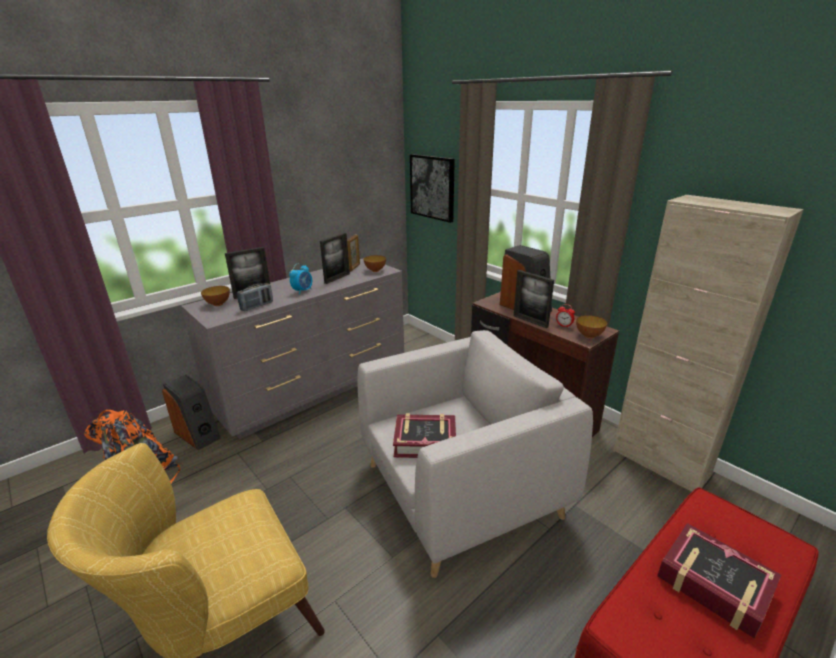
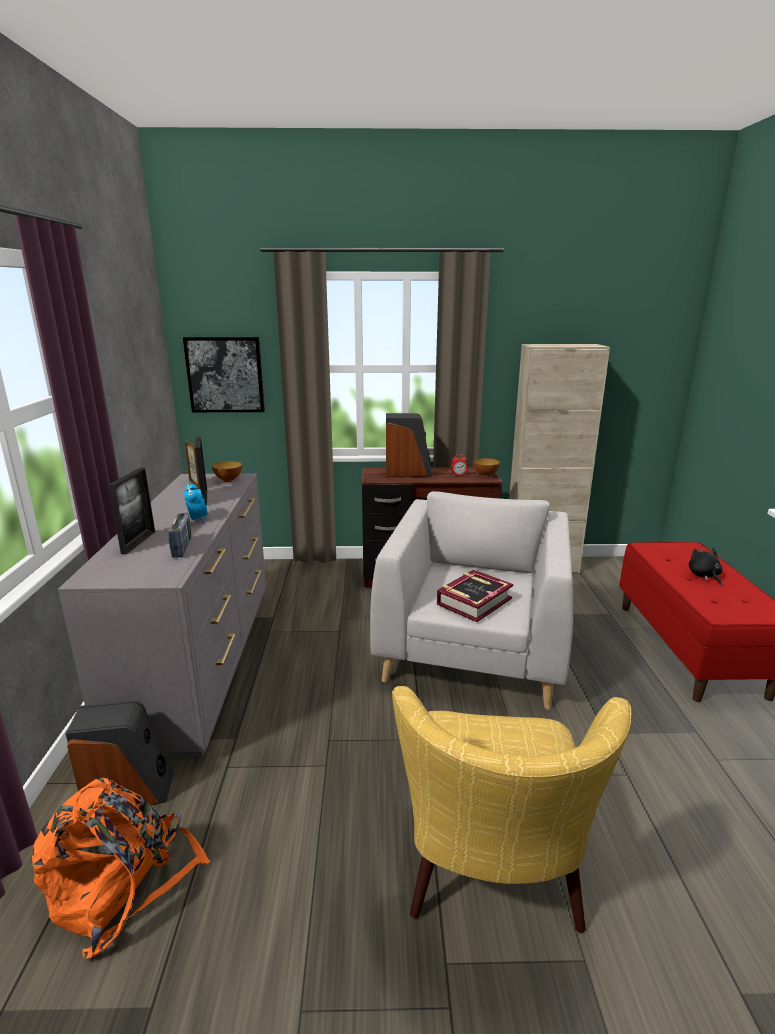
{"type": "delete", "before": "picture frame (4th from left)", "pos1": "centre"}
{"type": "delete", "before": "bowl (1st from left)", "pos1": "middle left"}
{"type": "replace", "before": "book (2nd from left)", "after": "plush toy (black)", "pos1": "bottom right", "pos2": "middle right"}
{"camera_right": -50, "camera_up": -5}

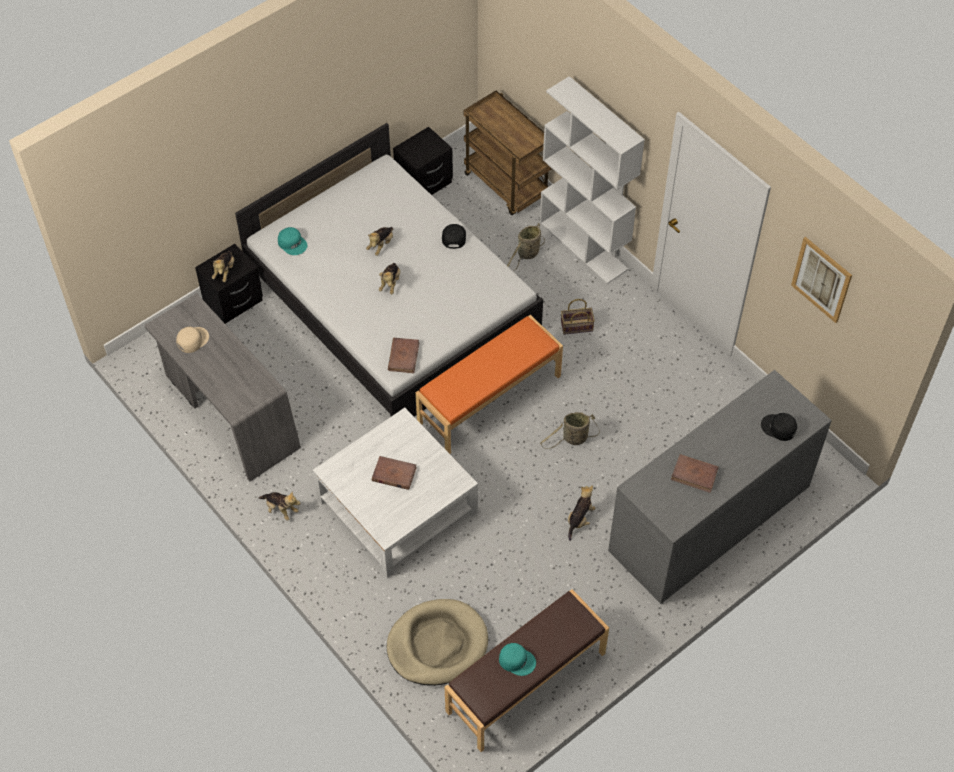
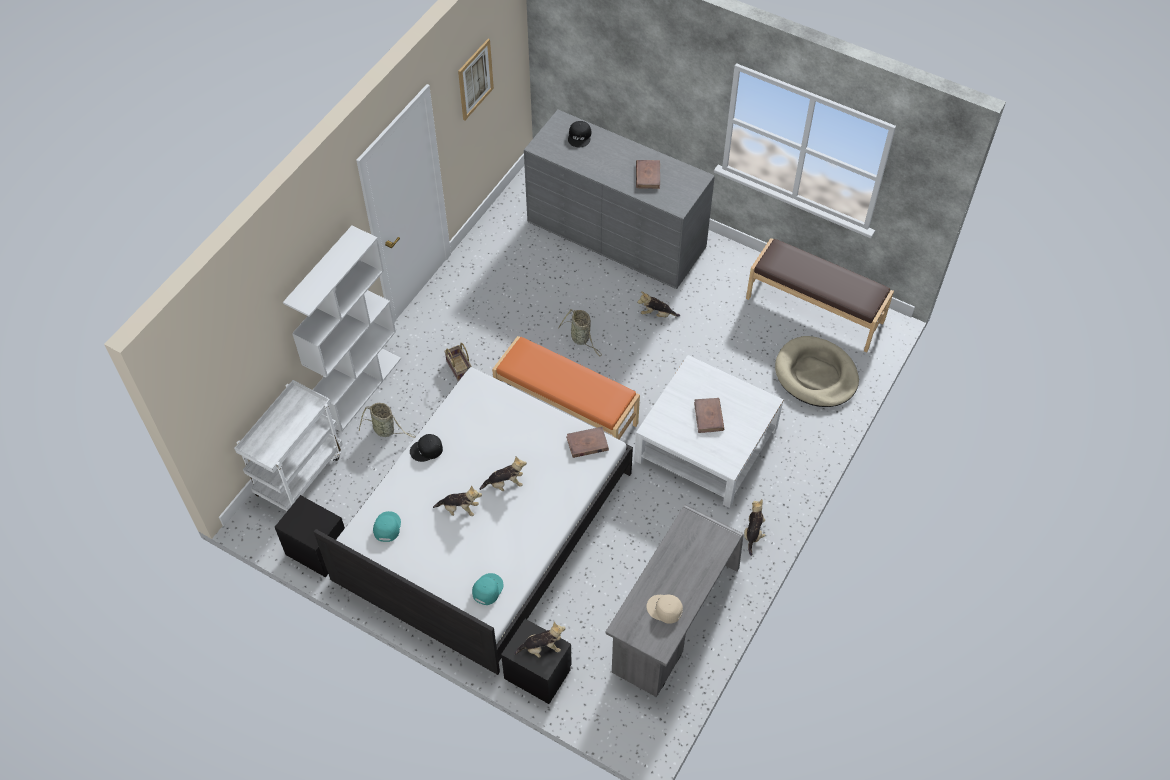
{"type": "recolor", "before": "cart (brown)", "after": "cart (white)", "pos1": "top centre", "pos2": "middle left"}
{"type": "move", "before": "cap (turquoise) (2nd from left in the first image)", "after": "cap (turquoise) (1st from left)", "pos1": "bottom centre", "pos2": "bottom left"}
{"camera_right": -110, "camera_up": 0}

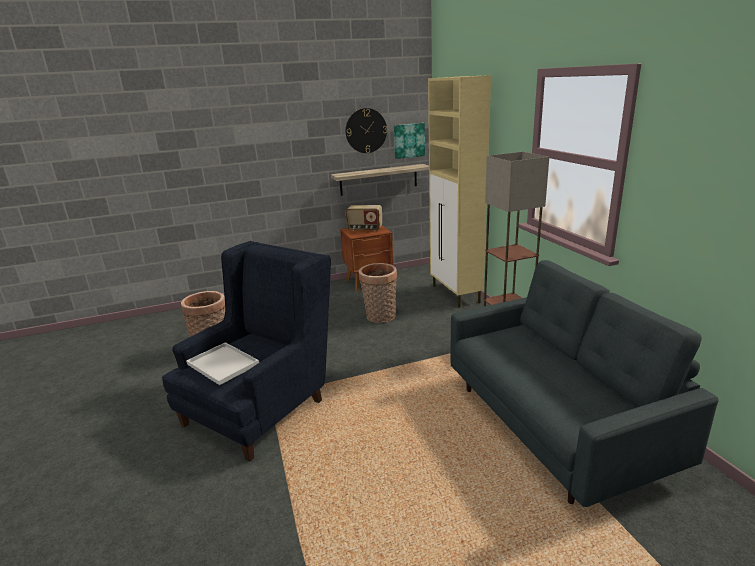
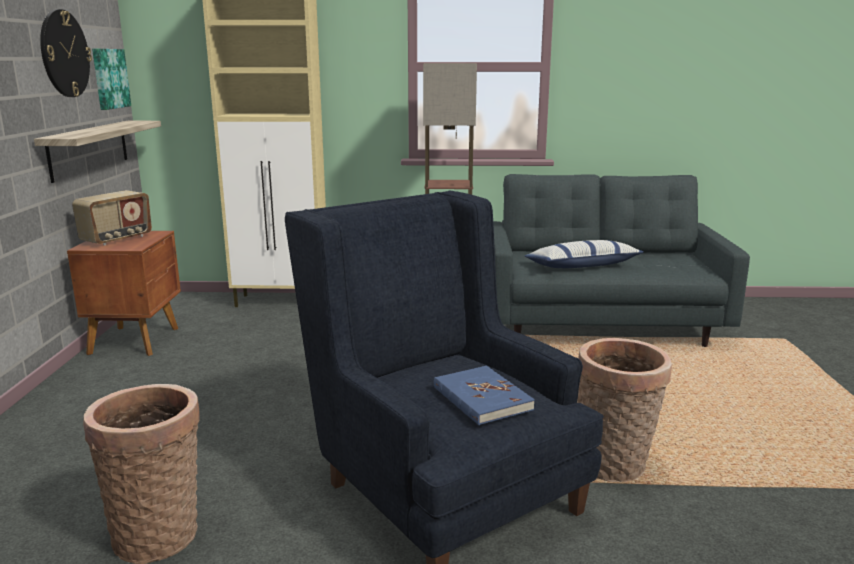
{"type": "move", "before": "basket (2nd from left)", "pos1": "centre", "pos2": "bottom right"}
{"type": "replace", "before": "tray (white)", "after": "book (blue)", "pos1": "middle left", "pos2": "bottom centre"}
{"type": "insert", "after": "pillow", "pos2": "middle right"}
{"camera_right": -70, "camera_up": -5}

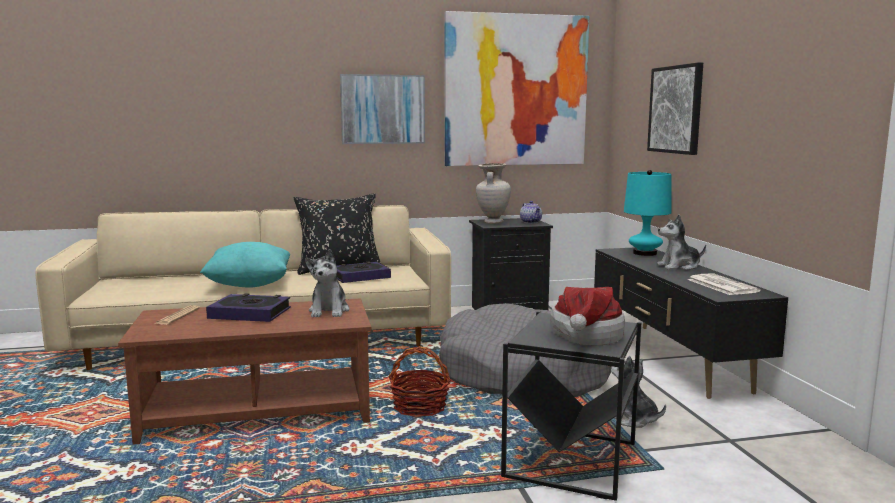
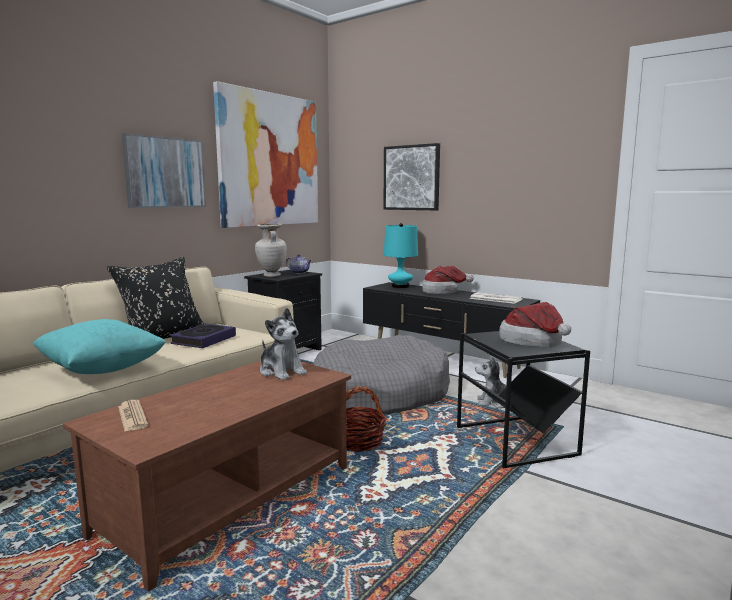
{"type": "replace", "before": "plush toy (3rd from left)", "after": "hat (1st from left)", "pos1": "middle right", "pos2": "centre"}
{"type": "delete", "before": "book (1st from left)", "pos1": "middle left"}
{"camera_right": -40, "camera_up": 0}

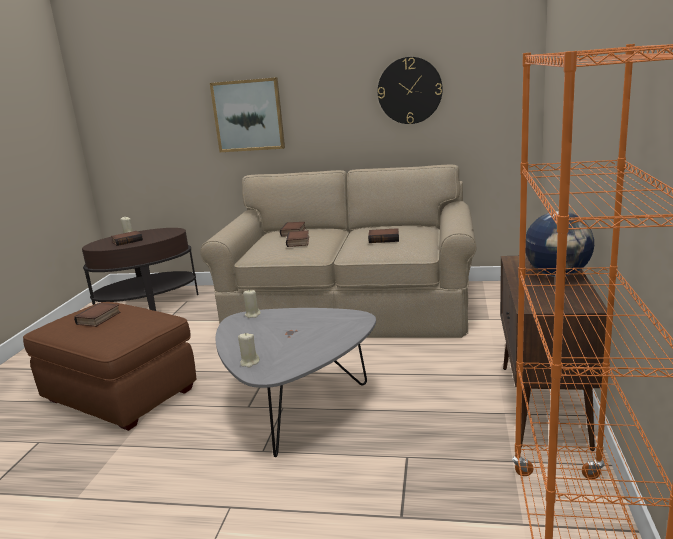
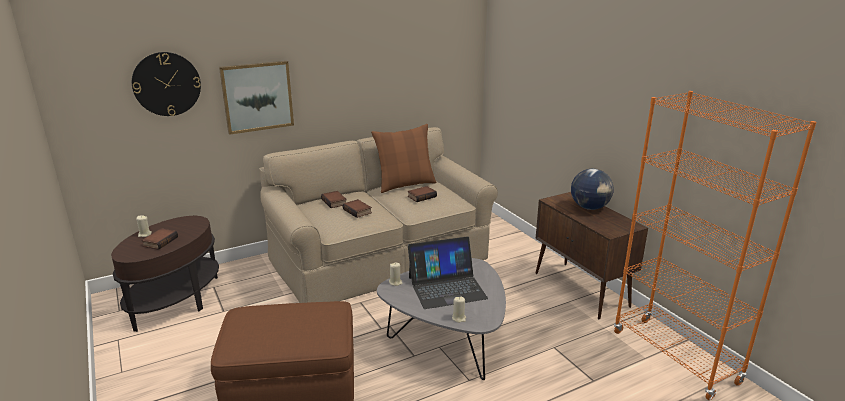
{"type": "move", "before": "wall clock", "pos1": "top centre", "pos2": "top left"}
{"type": "delete", "before": "book (1st from left)", "pos1": "middle left"}
{"type": "insert", "after": "pillow (brown)", "pos2": "centre"}
{"type": "insert", "after": "laptop", "pos2": "bottom centre"}
{"camera_right": -40, "camera_up": 5}

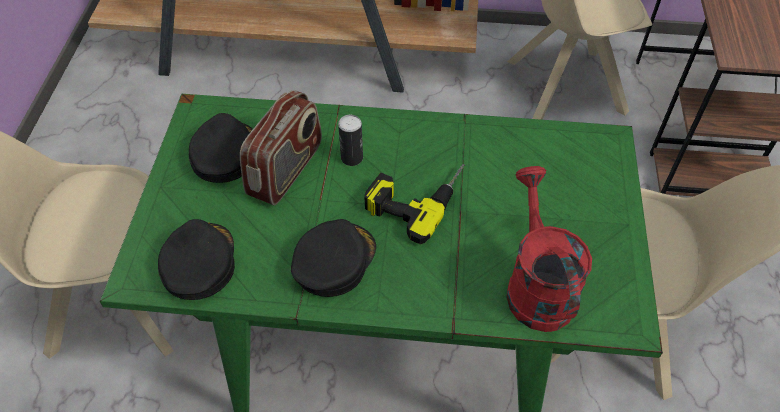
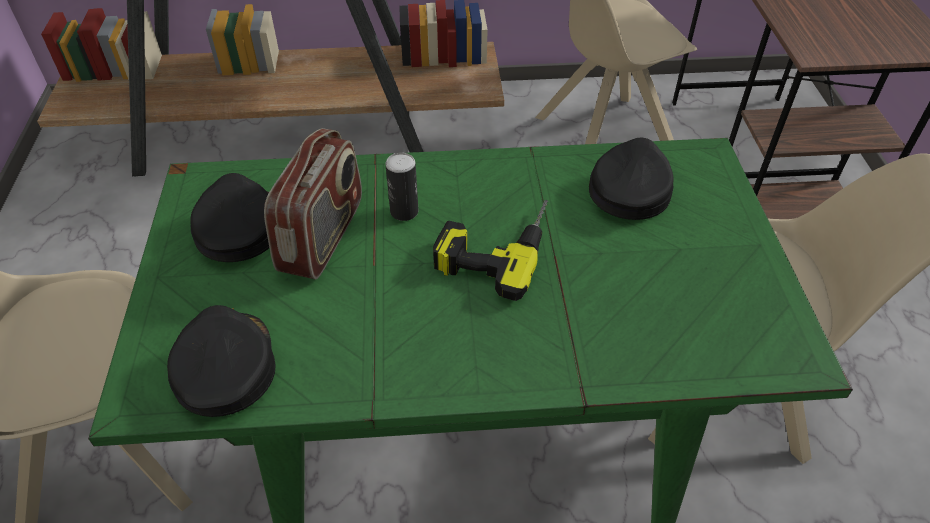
{"type": "delete", "before": "watering can (red)", "pos1": "middle right"}
{"type": "move", "before": "cap (black) (3rd from left)", "pos1": "centre", "pos2": "middle right"}
{"camera_right": -10, "camera_up": -5}

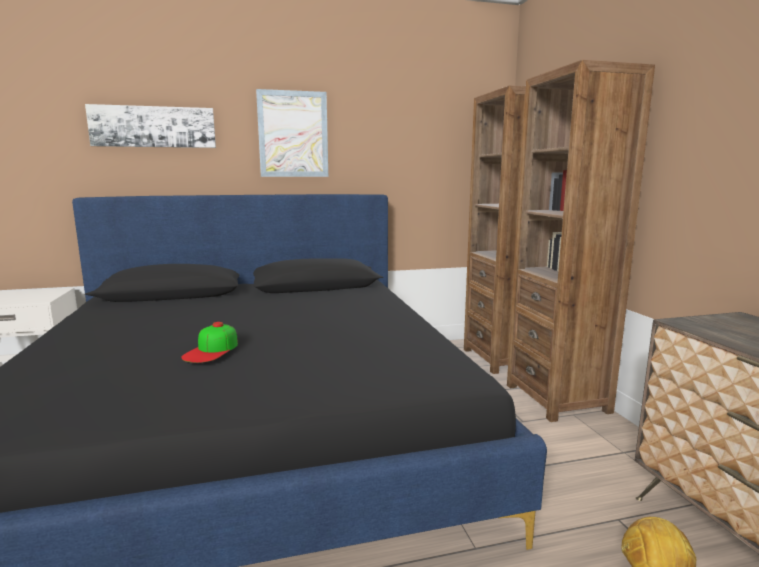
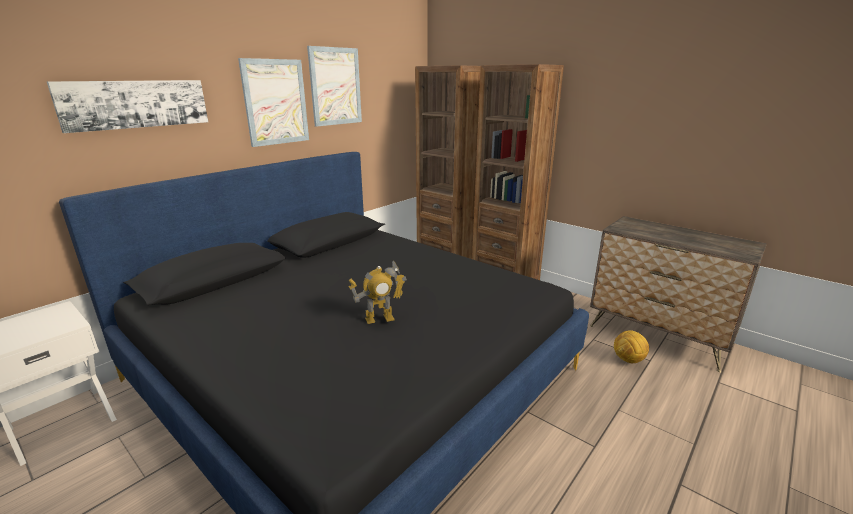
{"type": "replace", "before": "cap", "after": "toy robot", "pos1": "middle left", "pos2": "centre"}
{"type": "insert", "after": "picture (3rd from left)", "pos2": "top centre"}
{"camera_right": -35, "camera_up": 10}

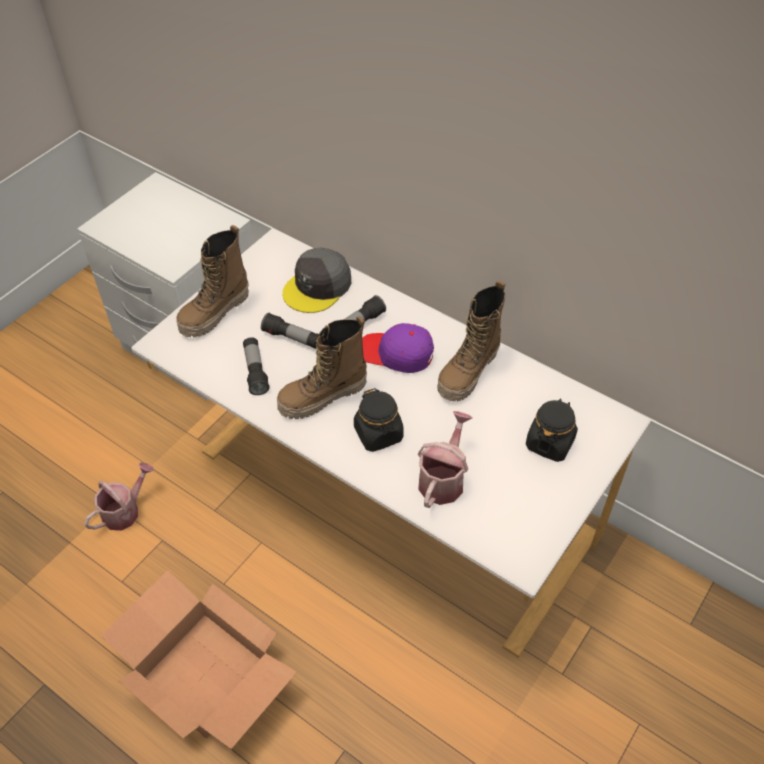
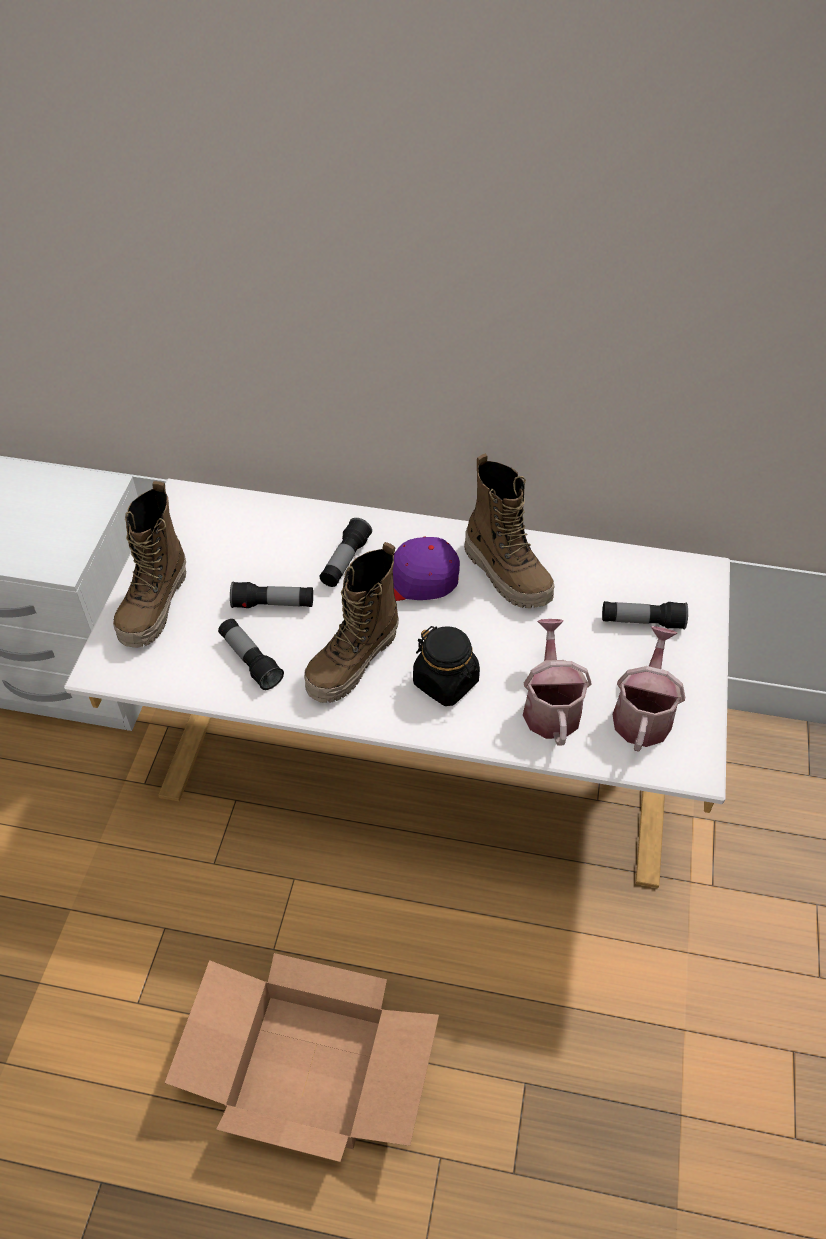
{"type": "delete", "before": "cap (grey)", "pos1": "centre"}
{"type": "rotate", "before": "boot (3rd from left)", "pos1": "centre", "pos2": "centre", "turn": -45}
{"type": "replace", "before": "jar (black) (2nd from left)", "after": "flashlight (4th from left)", "pos1": "middle right", "pos2": "middle right"}
{"type": "move", "before": "watering can (1st from left in the first image)", "after": "watering can (2nd from left)", "pos1": "middle left", "pos2": "middle right"}
{"camera_right": -25, "camera_up": 0}

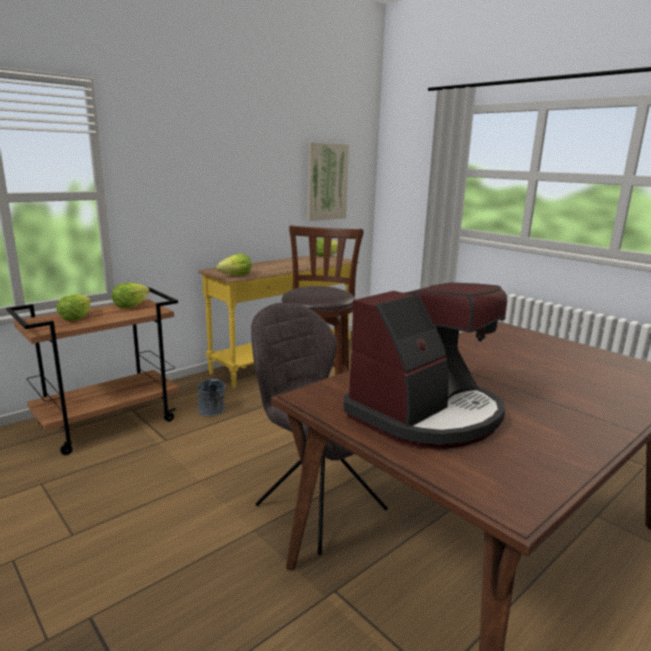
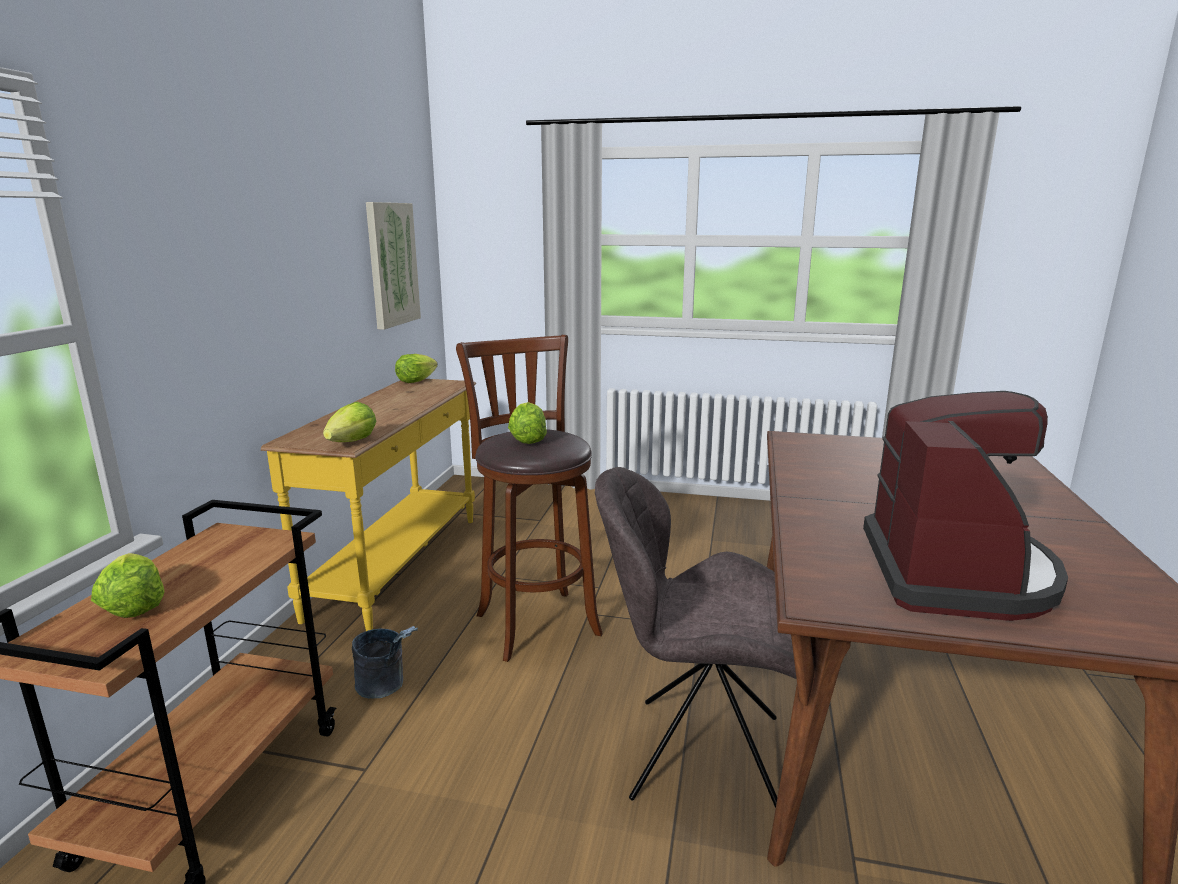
{"type": "move", "before": "lettuce (2nd from left in the first image)", "after": "lettuce (4th from left)", "pos1": "middle left", "pos2": "centre"}
{"camera_right": -35, "camera_up": 0}

